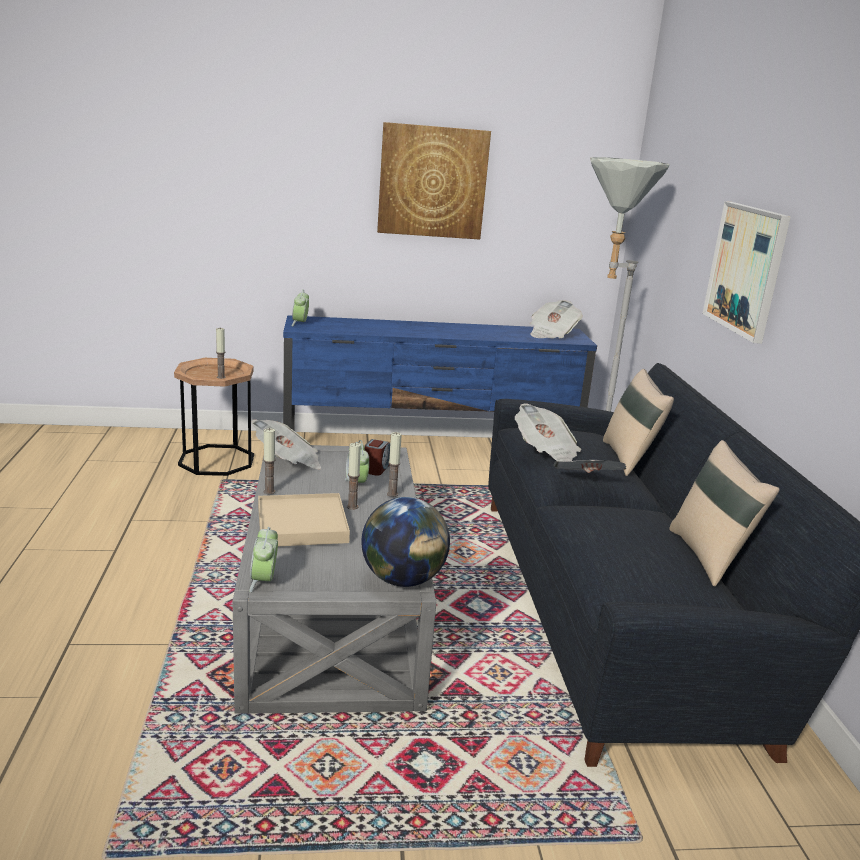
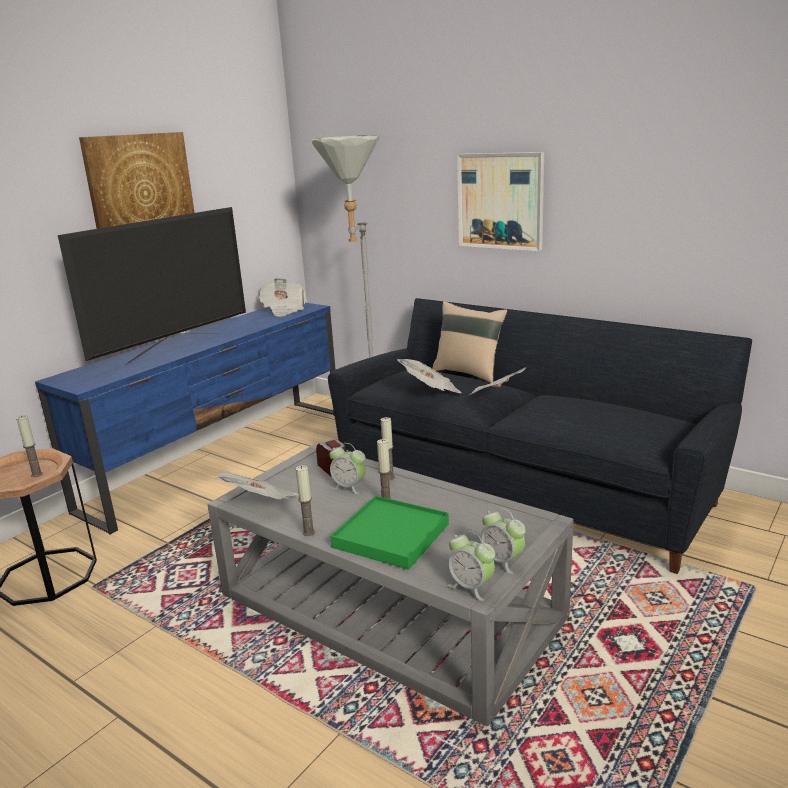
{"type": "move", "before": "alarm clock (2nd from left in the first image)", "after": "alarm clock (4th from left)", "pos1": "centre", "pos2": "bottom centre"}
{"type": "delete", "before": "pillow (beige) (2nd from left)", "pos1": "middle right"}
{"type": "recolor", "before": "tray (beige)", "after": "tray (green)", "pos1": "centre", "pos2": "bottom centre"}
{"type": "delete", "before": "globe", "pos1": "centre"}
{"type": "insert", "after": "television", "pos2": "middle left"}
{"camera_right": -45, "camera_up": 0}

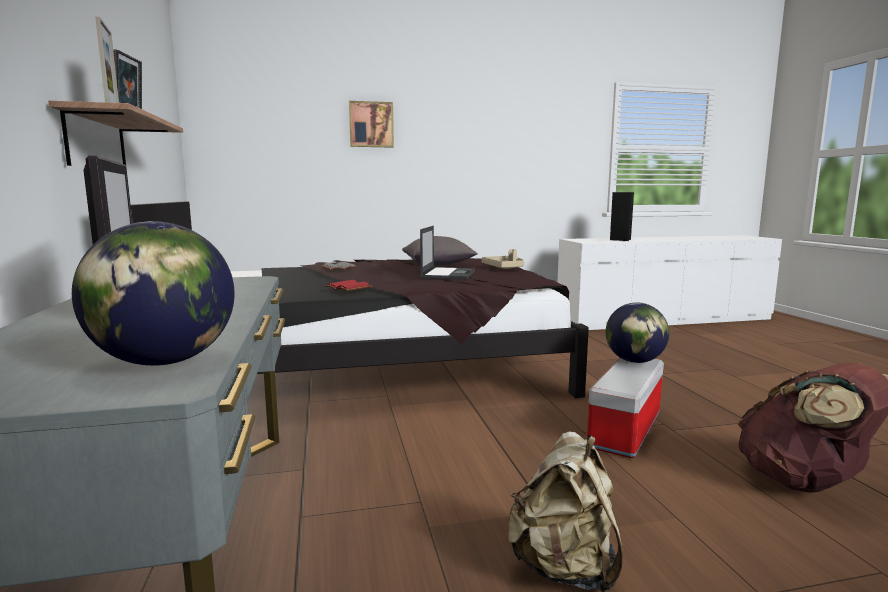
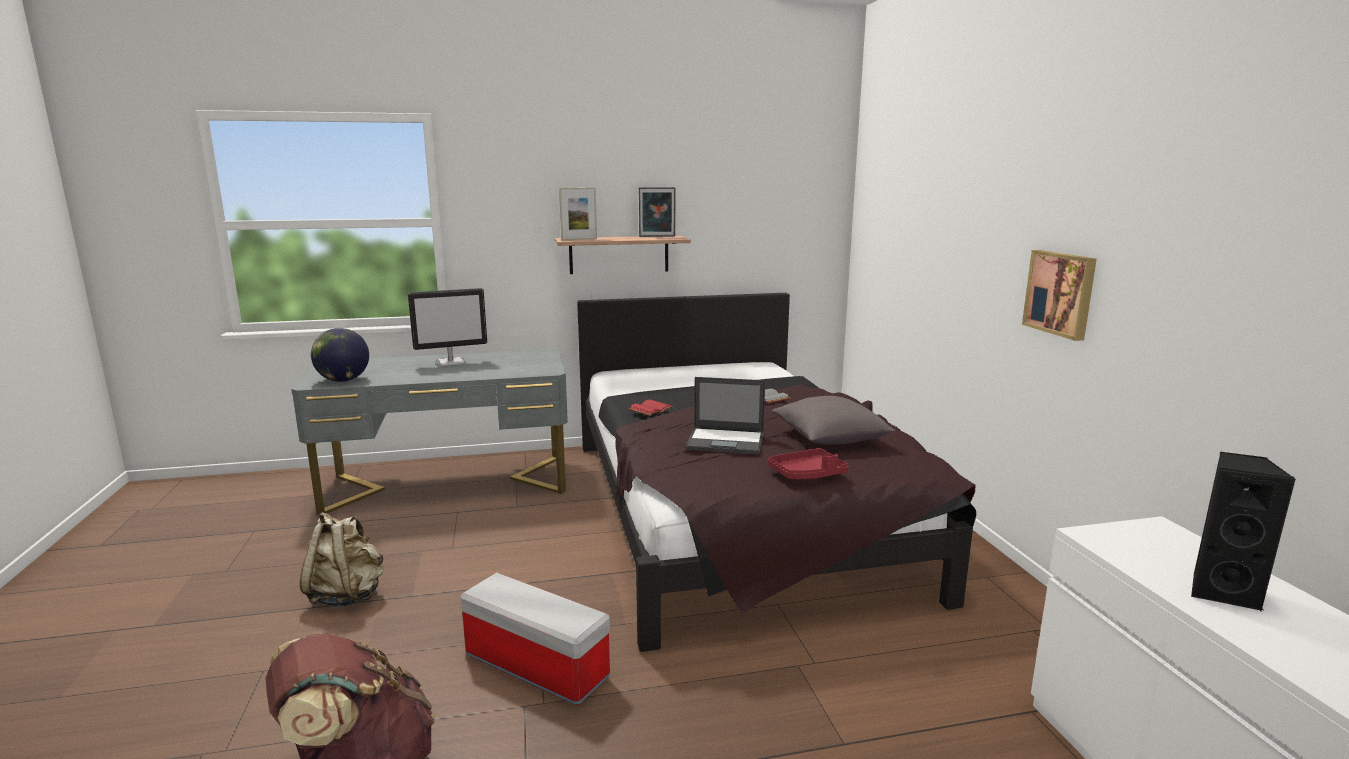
{"type": "move", "before": "picture", "pos1": "top centre", "pos2": "middle right"}
{"type": "recolor", "before": "tray (beige)", "after": "tray (red)", "pos1": "centre", "pos2": "centre"}
{"type": "delete", "before": "globe (2nd from left)", "pos1": "middle right"}
{"camera_right": 90, "camera_up": 5}

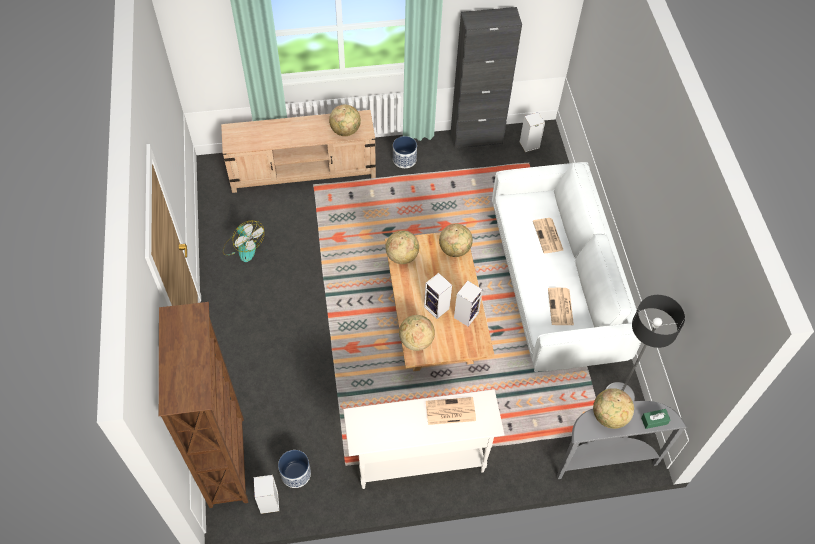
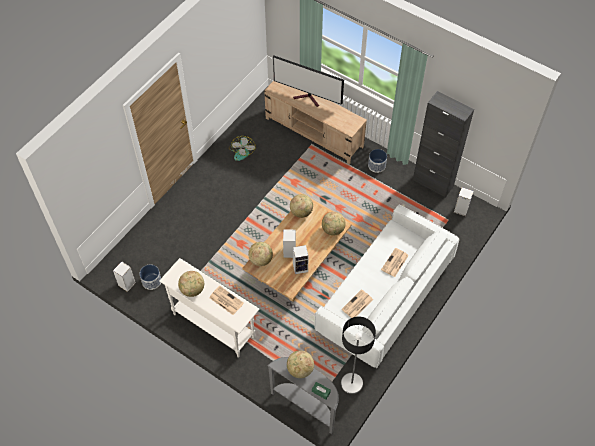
{"type": "move", "before": "globe (1st from left)", "pos1": "top centre", "pos2": "middle left"}
{"type": "delete", "before": "bookcase (brown)", "pos1": "bottom left"}
{"type": "insert", "after": "television", "pos2": "top centre"}
{"camera_right": 45, "camera_up": 0}

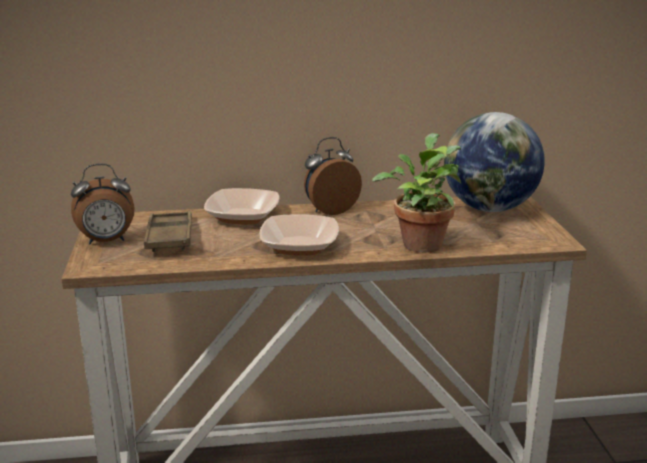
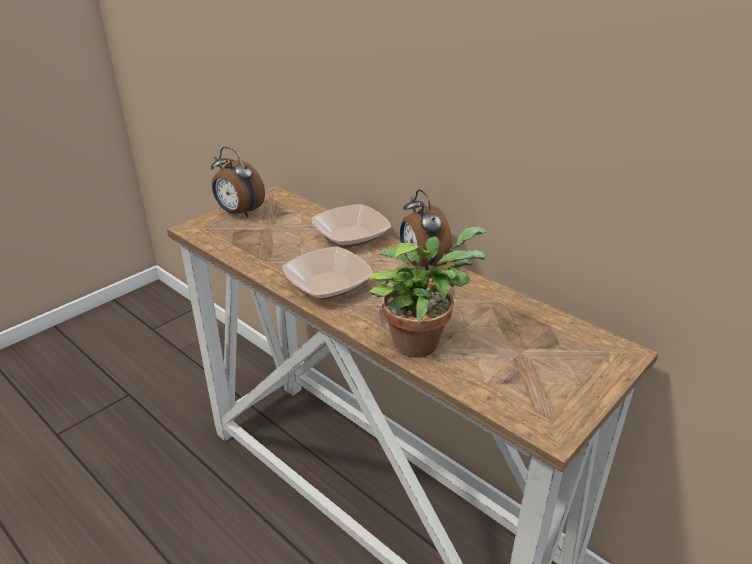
{"type": "delete", "before": "globe", "pos1": "middle right"}
{"type": "rotate", "before": "alarm clock (2nd from left)", "pos1": "centre", "pos2": "centre", "turn": -135}
{"type": "delete", "before": "tray (brown)", "pos1": "middle left"}
{"camera_right": 50, "camera_up": 10}

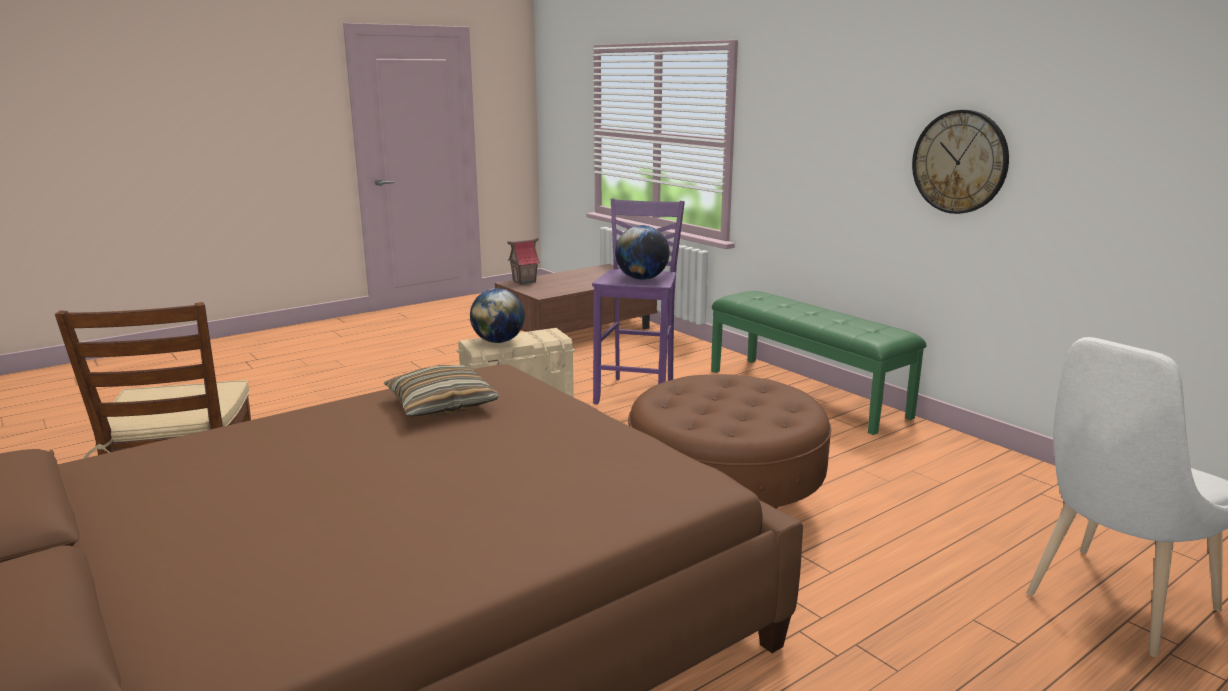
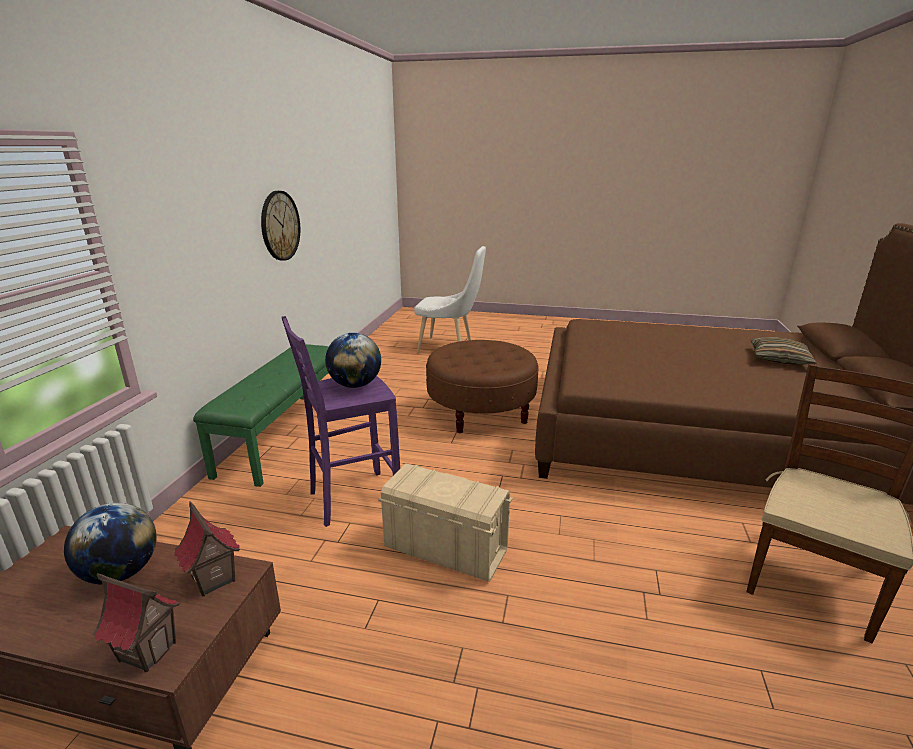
{"type": "move", "before": "globe (1st from left)", "pos1": "centre", "pos2": "bottom left"}
{"type": "move", "before": "pillow", "pos1": "centre", "pos2": "middle right"}
{"type": "insert", "after": "toy house (2nd from left)", "pos2": "bottom left"}
{"camera_right": -130, "camera_up": 5}

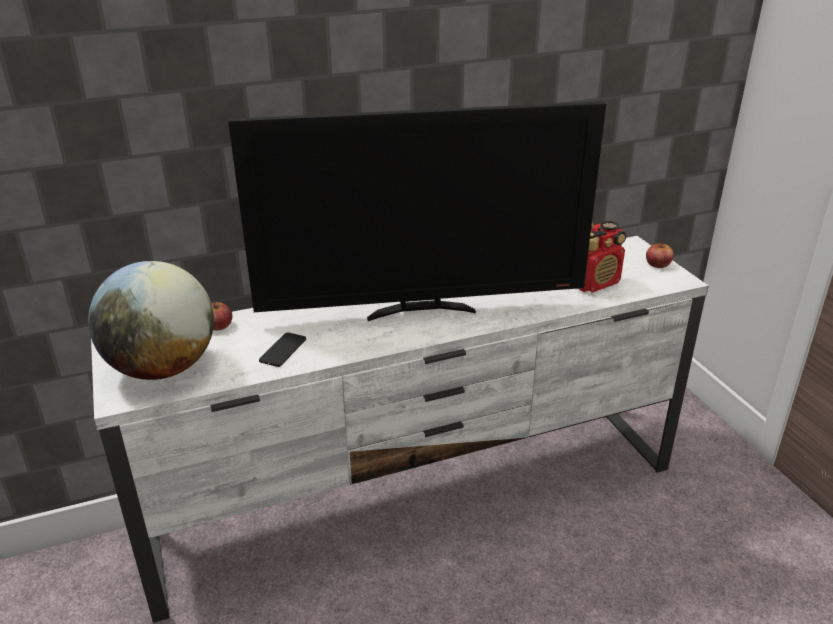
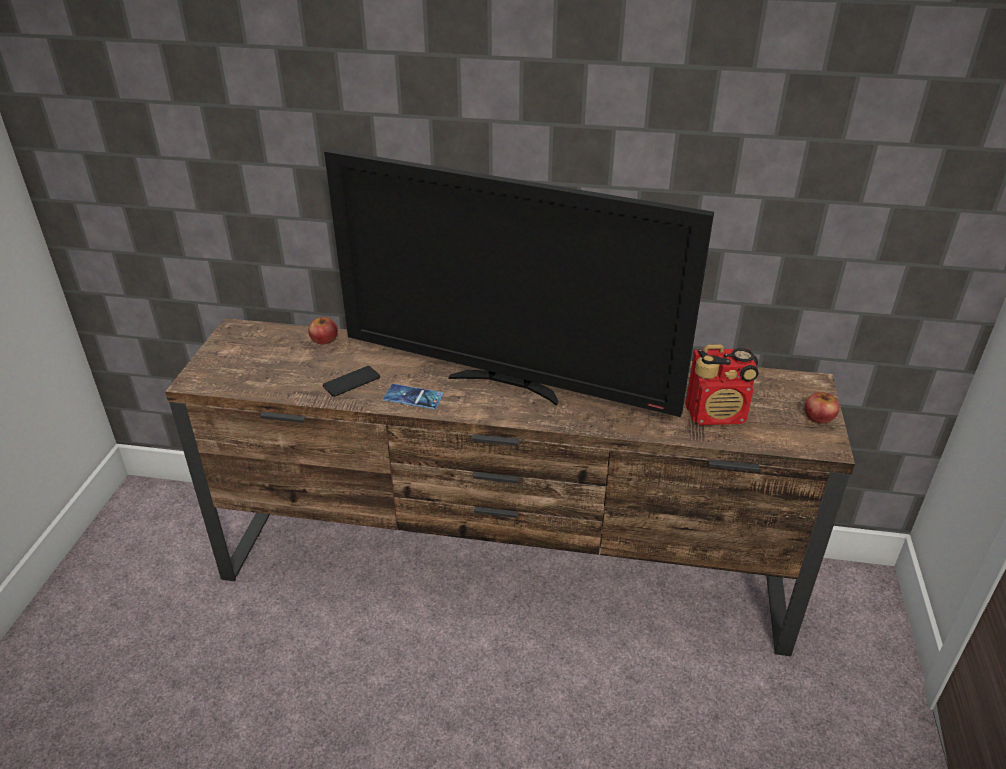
{"type": "recolor", "before": "tv stand (white)", "after": "tv stand (brown)", "pos1": "bottom centre", "pos2": "centre"}
{"type": "delete", "before": "globe", "pos1": "middle left"}
{"type": "insert", "after": "phone (2nd from left)", "pos2": "centre"}
{"camera_right": 30, "camera_up": 5}

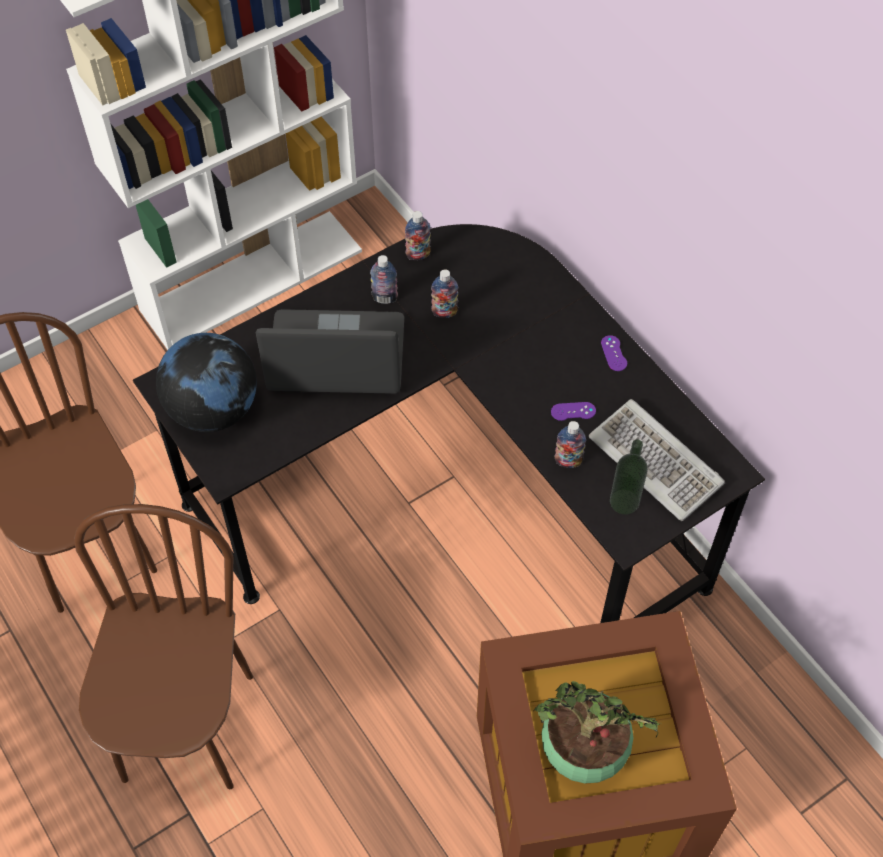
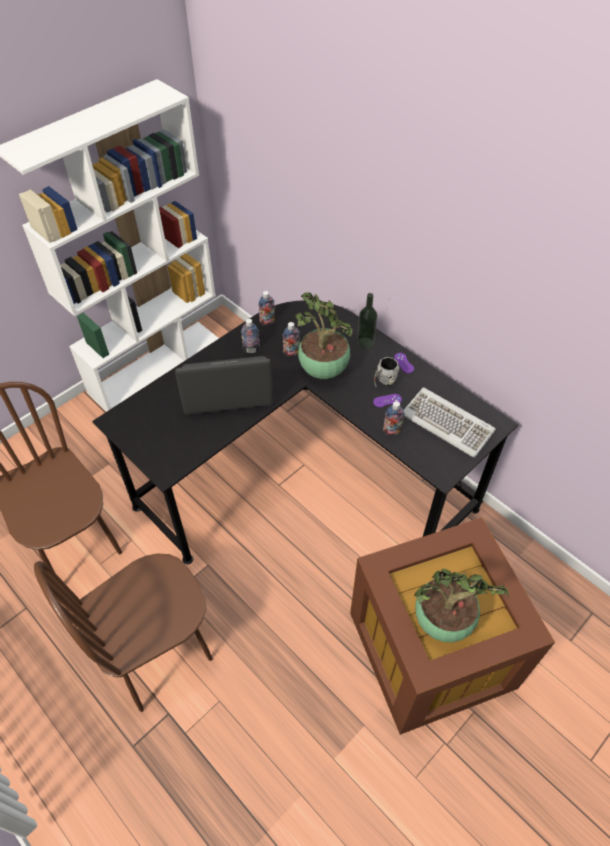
{"type": "delete", "before": "globe", "pos1": "middle left"}
{"type": "move", "before": "bottle (5th from left in the first image)", "after": "bottle (4th from left)", "pos1": "middle right", "pos2": "centre"}
{"type": "rotate", "before": "chair (brown) (2nd from left)", "pos1": "bottom left", "pos2": "bottom left", "turn": -120}
{"type": "insert", "after": "potted plant (1st from left)", "pos2": "centre"}
{"type": "insert", "after": "mug (grey)", "pos2": "centre"}
{"camera_right": -10, "camera_up": -5}

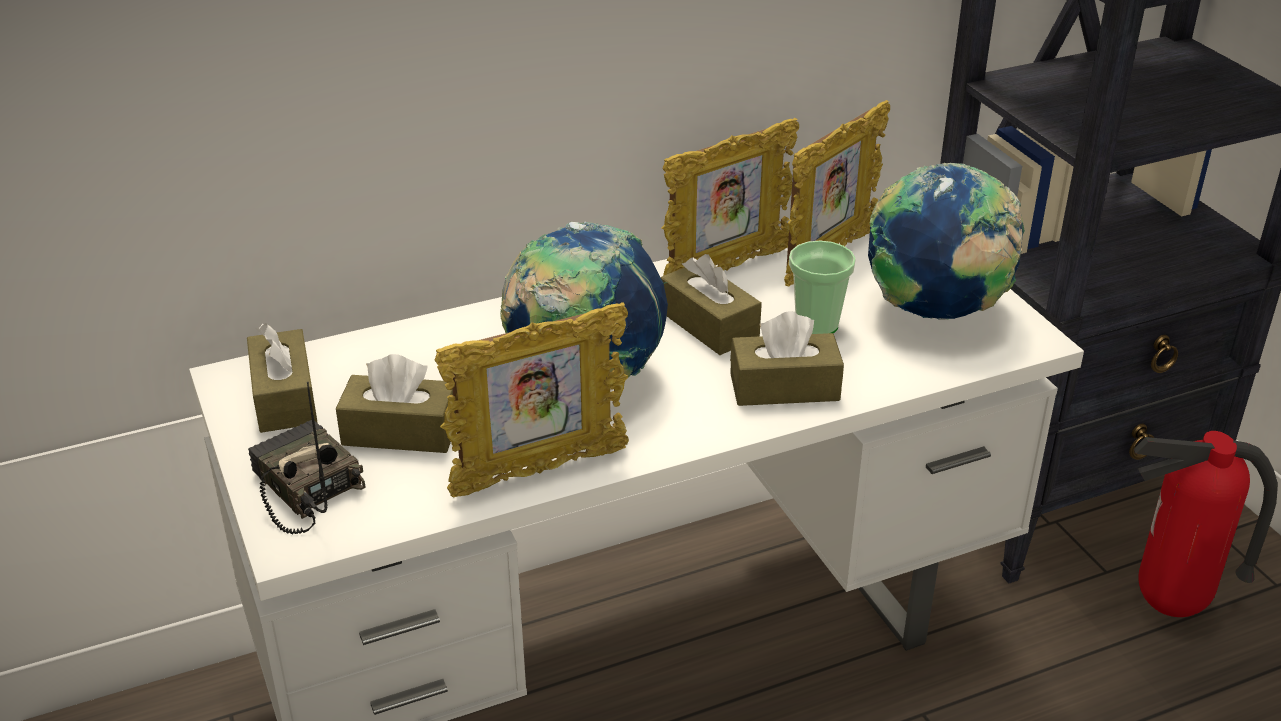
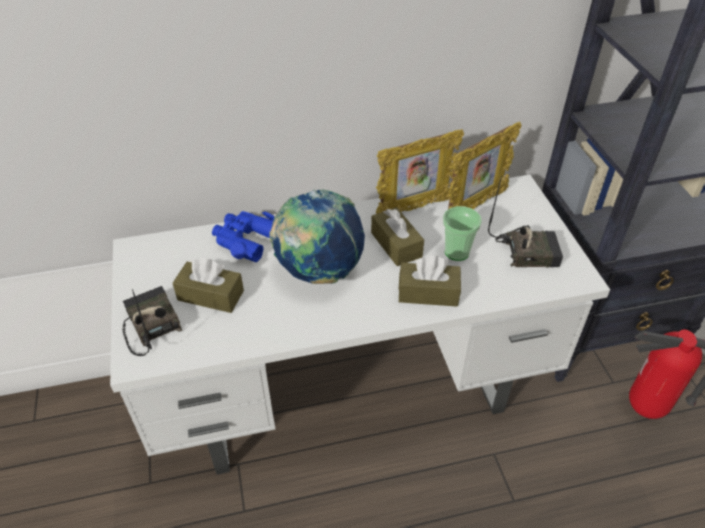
{"type": "replace", "before": "globe (2nd from left)", "after": "radio (2nd from left)", "pos1": "middle right", "pos2": "middle right"}
{"type": "delete", "before": "picture frame (1st from left)", "pos1": "centre"}
{"type": "delete", "before": "tissue box (brown) (1st from left)", "pos1": "middle left"}
{"type": "insert", "after": "binoculars (blue)", "pos2": "centre"}
{"camera_right": 10, "camera_up": 10}

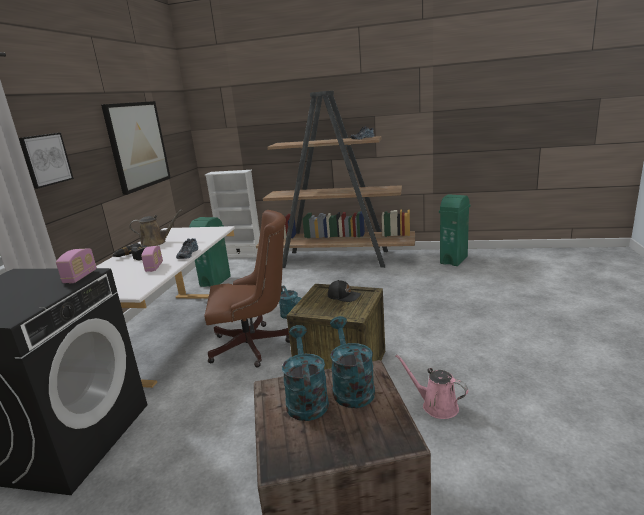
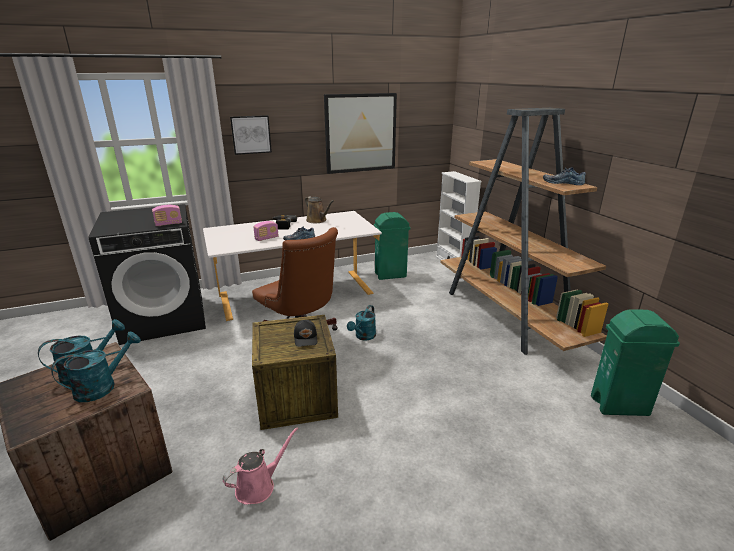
{"type": "rotate", "before": "watering can (pink)", "pos1": "bottom right", "pos2": "bottom centre", "turn": 45}
{"camera_right": 55, "camera_up": 5}

